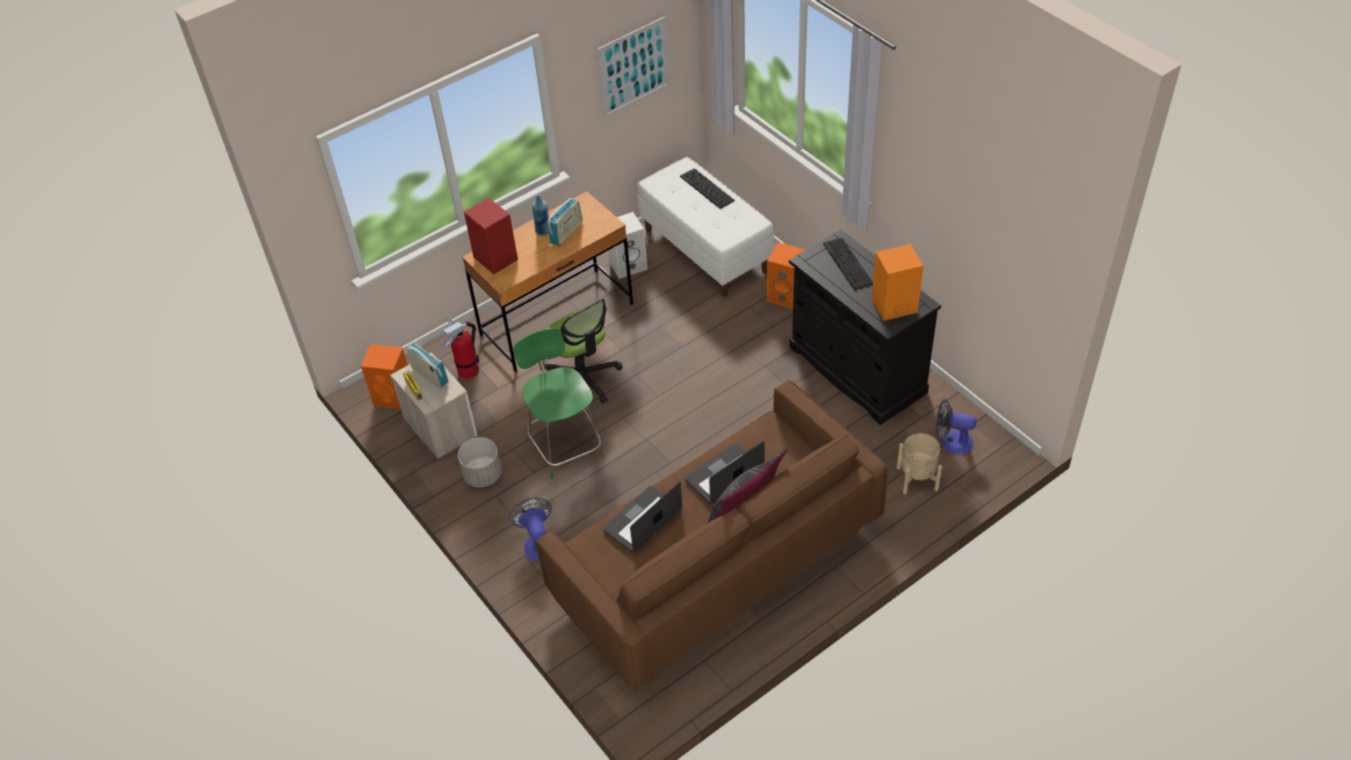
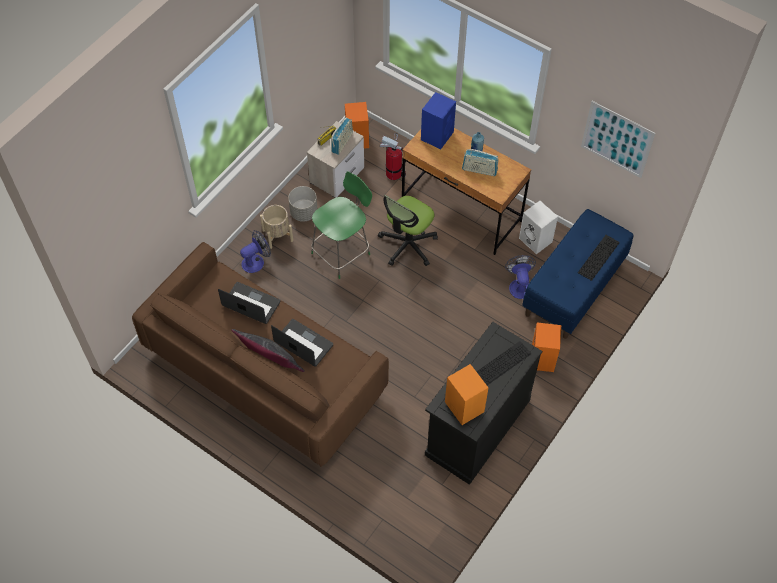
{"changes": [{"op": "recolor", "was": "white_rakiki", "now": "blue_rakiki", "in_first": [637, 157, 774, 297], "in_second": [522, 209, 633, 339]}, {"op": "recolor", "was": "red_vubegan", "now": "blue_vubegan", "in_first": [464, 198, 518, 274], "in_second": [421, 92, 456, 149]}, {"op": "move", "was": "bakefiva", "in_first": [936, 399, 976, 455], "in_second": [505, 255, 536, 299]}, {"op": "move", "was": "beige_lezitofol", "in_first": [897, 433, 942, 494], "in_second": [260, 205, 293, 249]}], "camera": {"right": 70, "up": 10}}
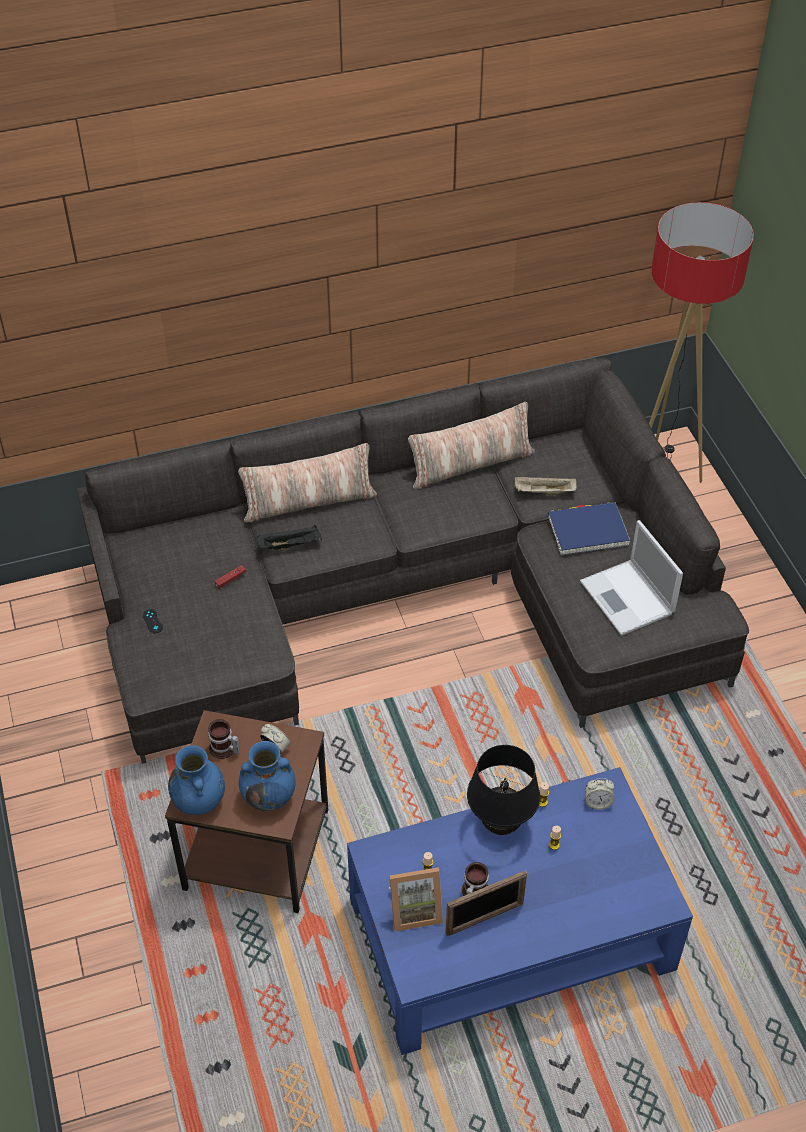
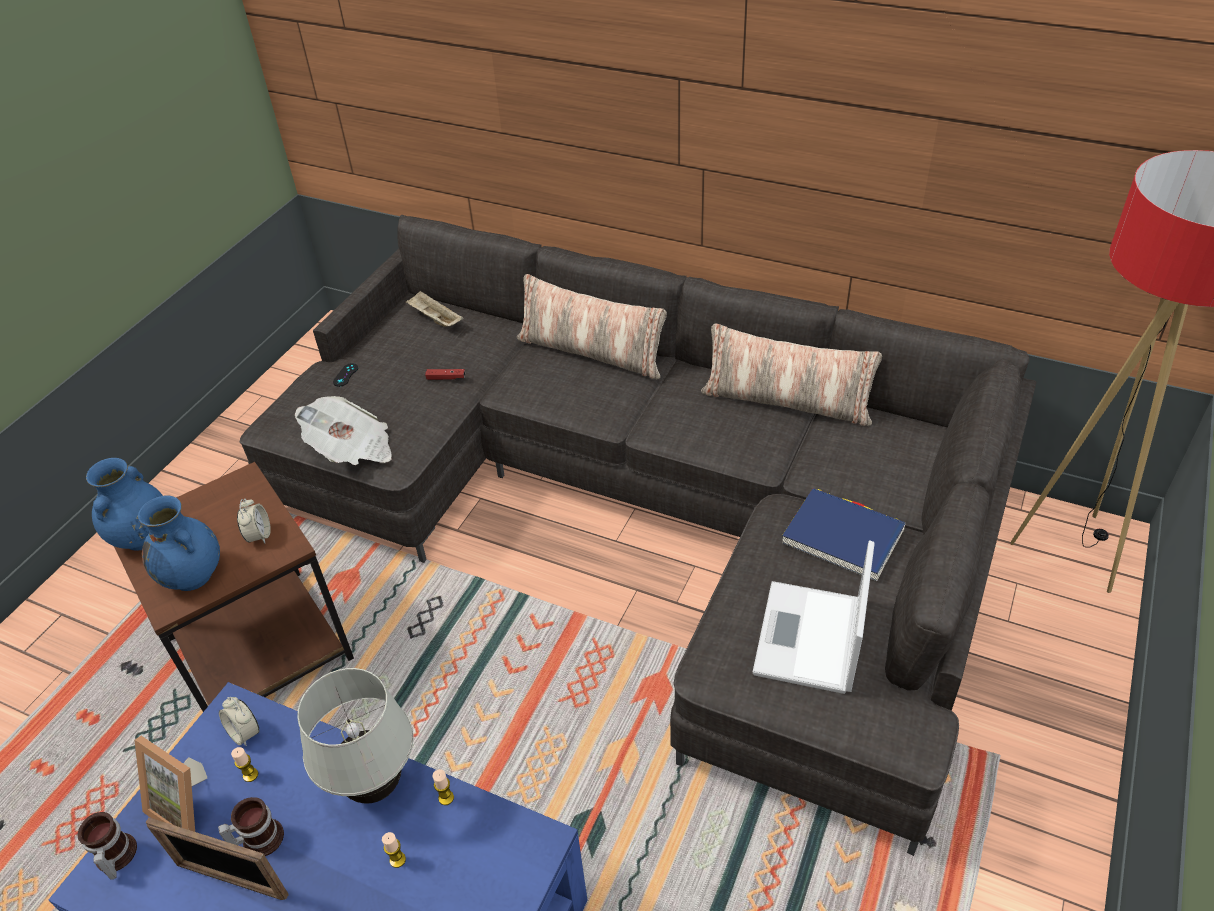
{"changes": [{"op": "move", "was": "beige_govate", "in_first": [515, 477, 577, 495], "in_second": [406, 291, 463, 327]}, {"op": "delete", "was": "black_govate", "in_first": [257, 525, 322, 550]}, {"op": "move", "was": "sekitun", "in_first": [208, 719, 240, 759], "in_second": [77, 812, 137, 880]}, {"op": "recolor", "was": "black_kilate", "now": "white_kilate", "in_first": [467, 745, 540, 835], "in_second": [297, 668, 414, 803]}, {"op": "move", "was": "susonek", "in_first": [585, 778, 615, 810], "in_second": [219, 697, 259, 747]}, {"op": "insert", "now": "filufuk", "in_second": [295, 396, 392, 465]}], "camera": {"right": 45, "up": -5}}
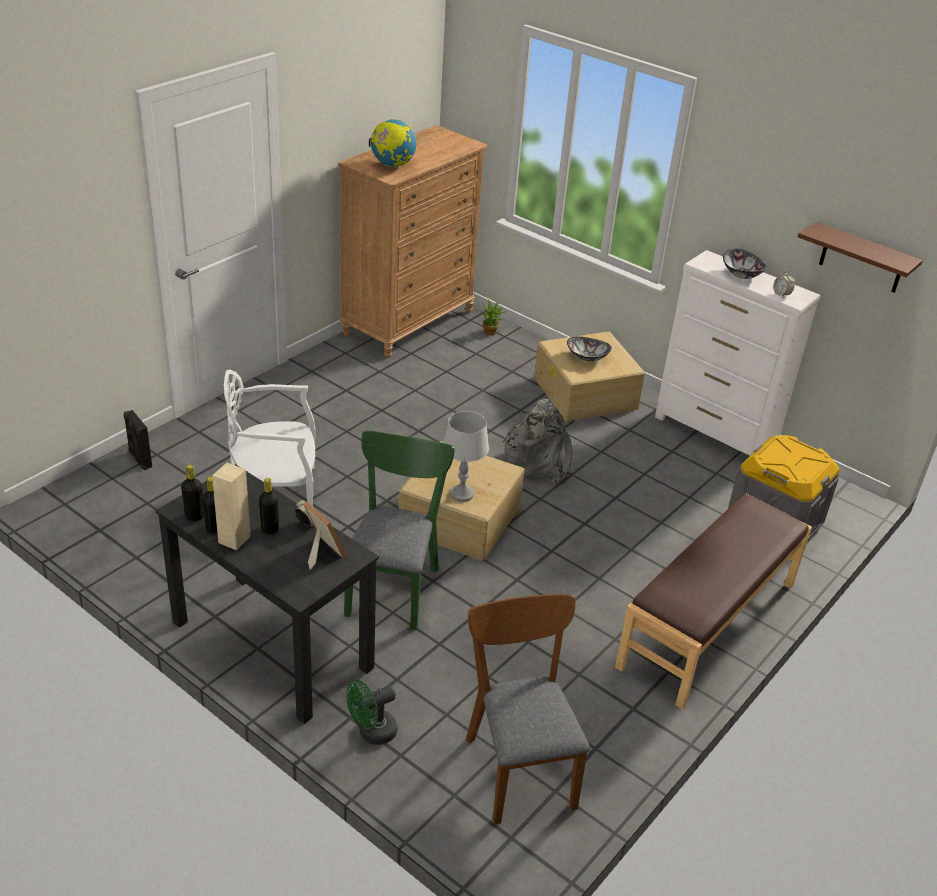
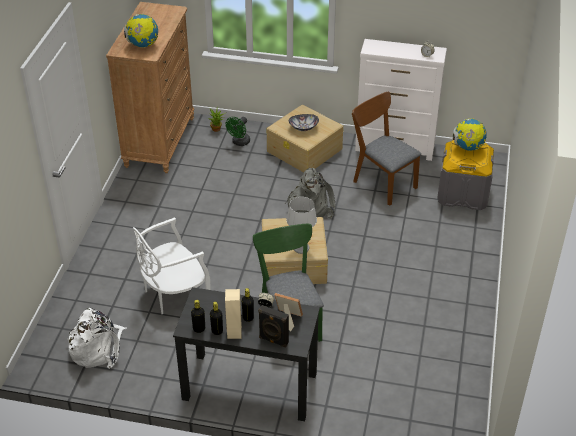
{"changes": [{"op": "delete", "was": "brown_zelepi", "in_first": [798, 221, 923, 293]}, {"op": "delete", "was": "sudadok", "in_first": [723, 248, 767, 279]}, {"op": "move", "was": "black_vubegan", "in_first": [123, 410, 152, 470], "in_second": [258, 305, 289, 347]}, {"op": "delete", "was": "brown_rakiki", "in_first": [615, 494, 812, 709]}, {"op": "move", "was": "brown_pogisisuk", "in_first": [466, 594, 590, 824], "in_second": [352, 91, 421, 206]}, {"op": "move", "was": "green_bakefiva", "in_first": [346, 680, 398, 745], "in_second": [226, 117, 250, 146]}, {"op": "insert", "now": "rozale", "in_second": [453, 118, 487, 151]}, {"op": "insert", "now": "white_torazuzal", "in_second": [67, 308, 126, 369]}], "camera": {"right": -25, "up": 5}}
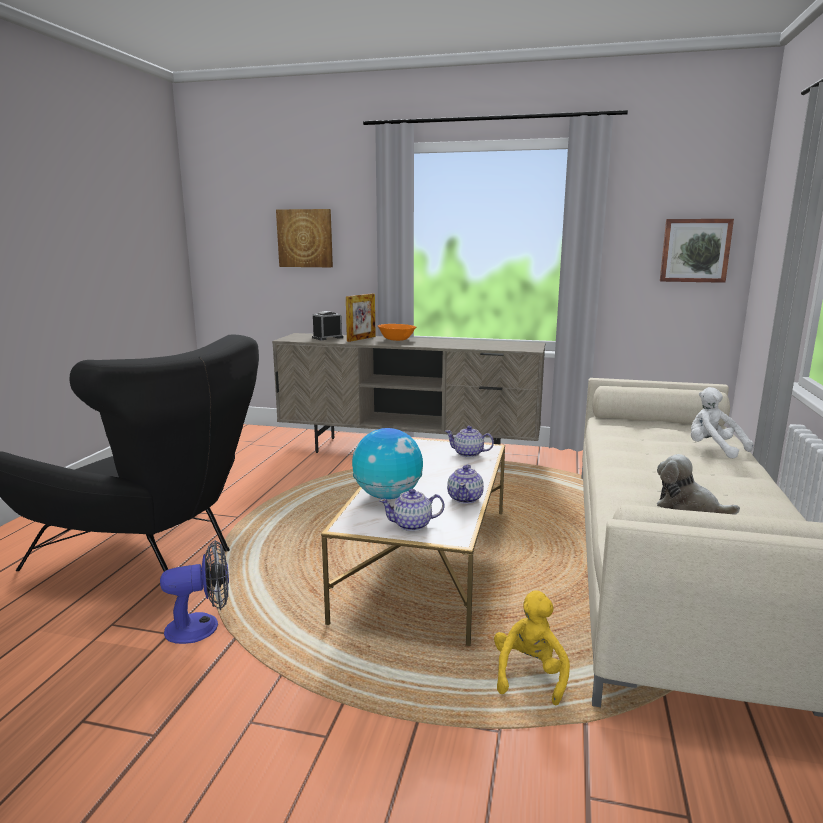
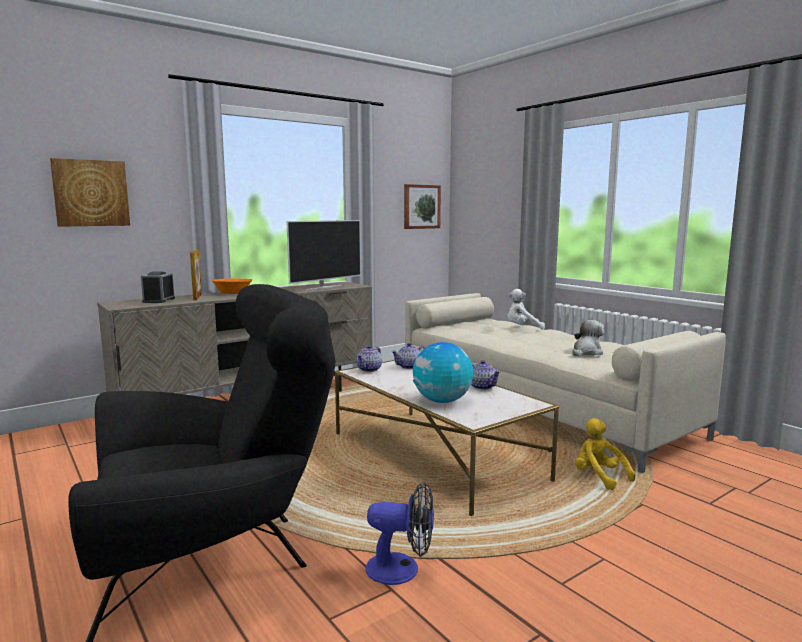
{"changes": [{"op": "rotate", "was": "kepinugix", "in_first": [657, 454, 740, 515], "in_second": [572, 320, 605, 356], "clockwise": 150}, {"op": "move", "was": "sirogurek", "in_first": [380, 489, 445, 531], "in_second": [356, 345, 382, 372]}, {"op": "rotate", "was": "bakefiva", "in_first": [160, 540, 229, 644], "in_second": [365, 482, 434, 585], "clockwise": 75}, {"op": "insert", "now": "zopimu", "in_second": [286, 220, 361, 290]}], "camera": {"right": -50, "up": -5}}
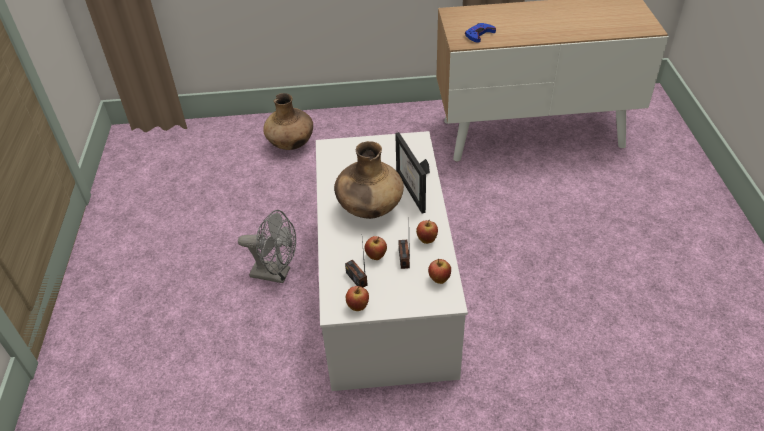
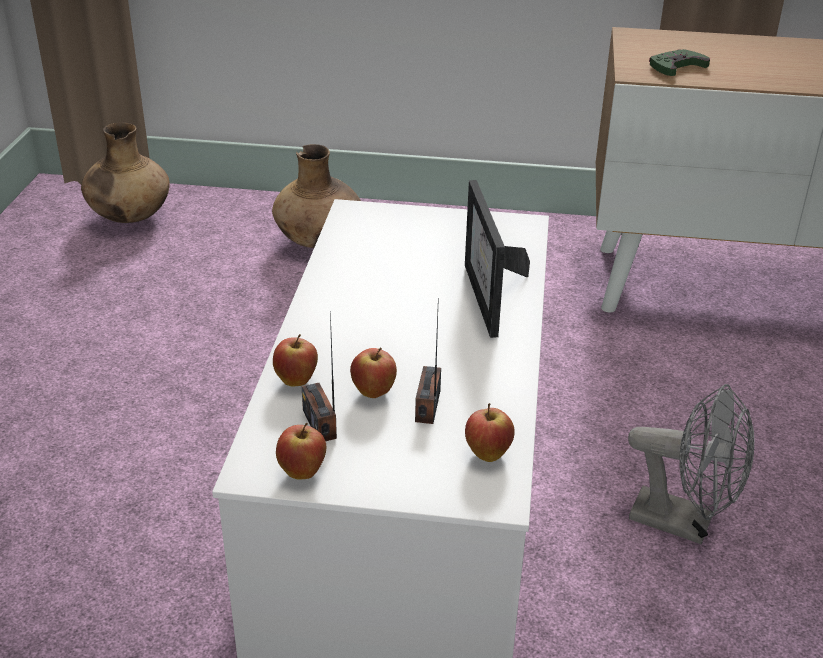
{"changes": [{"op": "recolor", "was": "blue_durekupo", "now": "green_durekupo", "in_first": [465, 23, 496, 43], "in_second": [649, 49, 710, 76]}, {"op": "move", "was": "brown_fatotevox", "in_first": [334, 141, 404, 219], "in_second": [81, 123, 170, 223]}, {"op": "move", "was": "grey_bakefiva", "in_first": [238, 210, 296, 283], "in_second": [628, 384, 754, 544]}, {"op": "move", "was": "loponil", "in_first": [416, 220, 438, 244], "in_second": [273, 334, 318, 386]}], "camera": {"right": 10, "up": -10}}
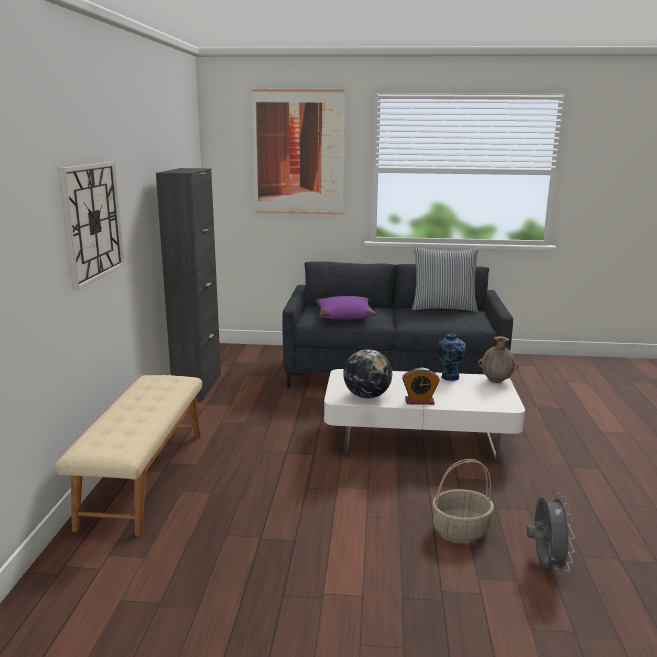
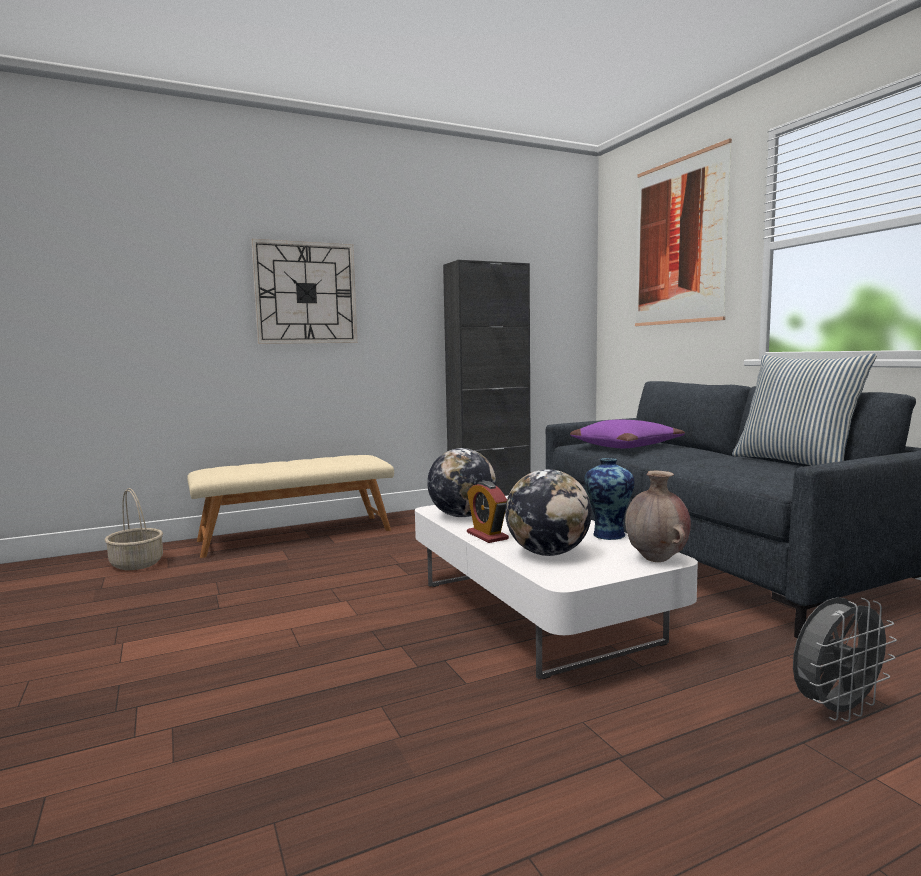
{"changes": [{"op": "move", "was": "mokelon", "in_first": [432, 459, 494, 541], "in_second": [104, 488, 163, 570]}, {"op": "move", "was": "grey_bakefiva", "in_first": [527, 493, 575, 574], "in_second": [793, 597, 897, 722]}, {"op": "insert", "now": "rozale", "in_second": [505, 469, 592, 556]}], "camera": {"right": 60, "up": -10}}
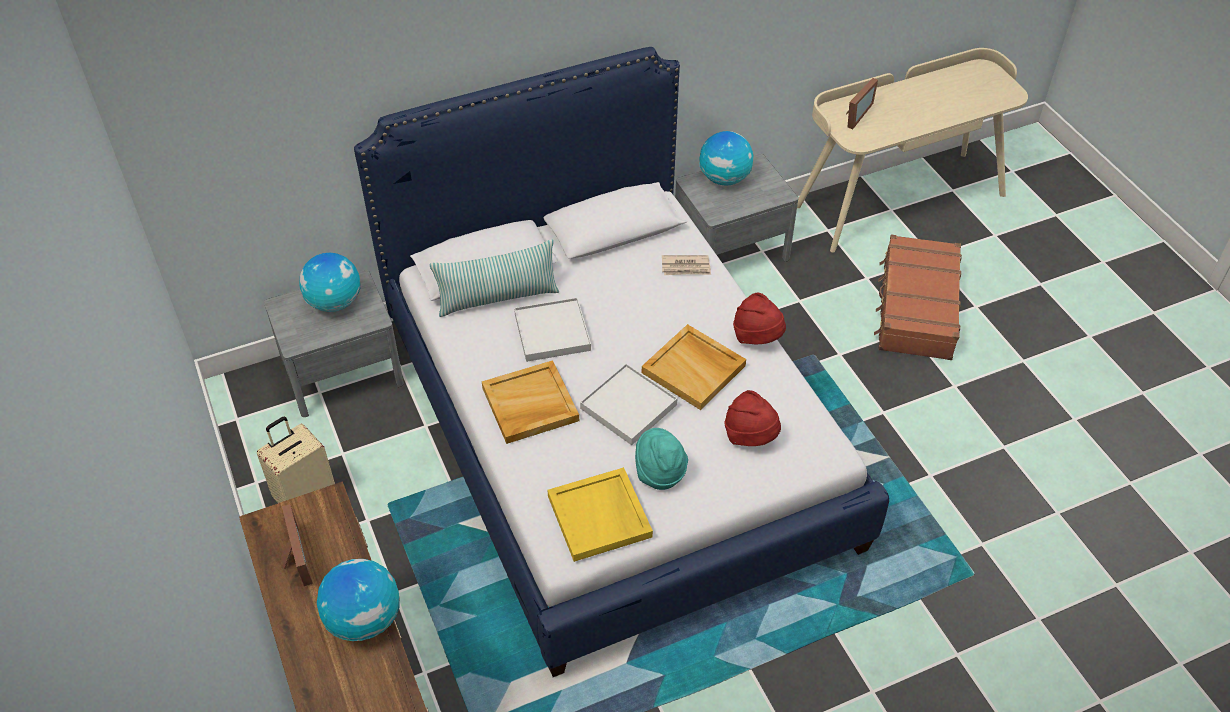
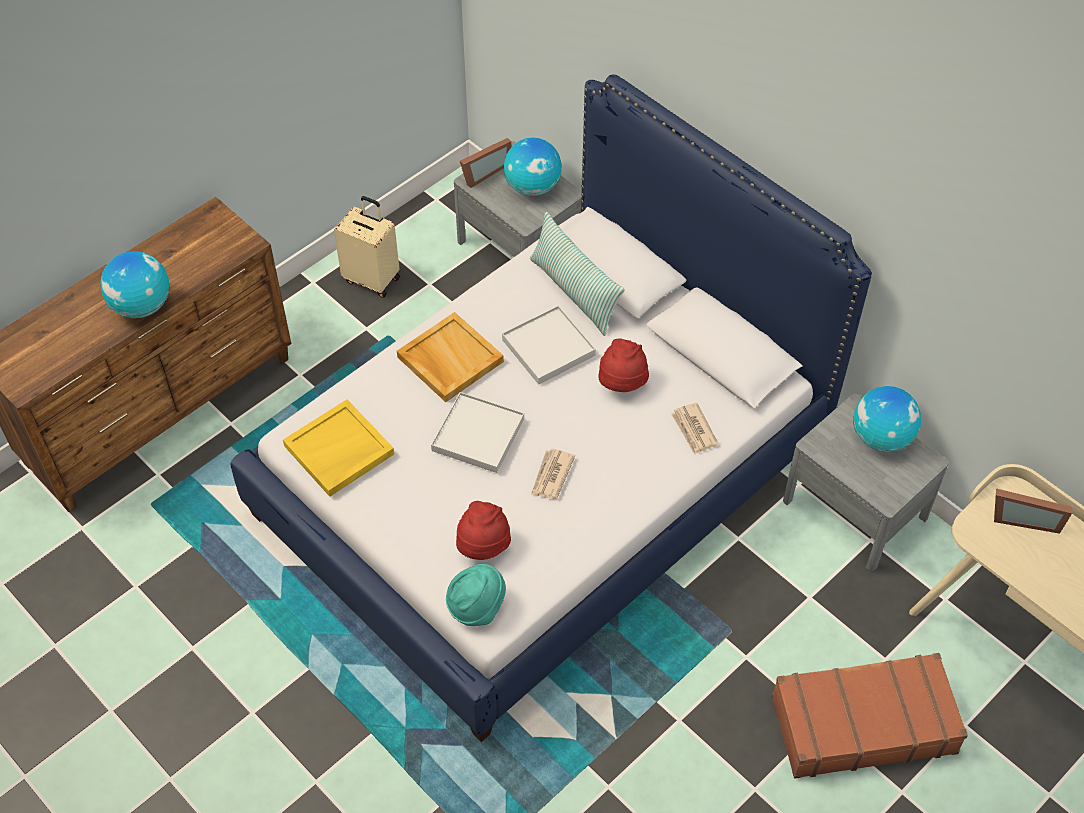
{"changes": [{"op": "move", "was": "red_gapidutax", "in_first": [733, 293, 786, 344], "in_second": [598, 338, 649, 392]}, {"op": "replace", "was": "beige_govate", "now": "filufuk", "in_first": [642, 324, 746, 410], "in_second": [531, 449, 575, 499]}, {"op": "move", "was": "turquoise_gapidutax", "in_first": [635, 428, 688, 490], "in_second": [446, 564, 506, 626]}, {"op": "move", "was": "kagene", "in_first": [281, 504, 313, 586], "in_second": [460, 138, 511, 188]}], "camera": {"right": 70, "up": 5}}
